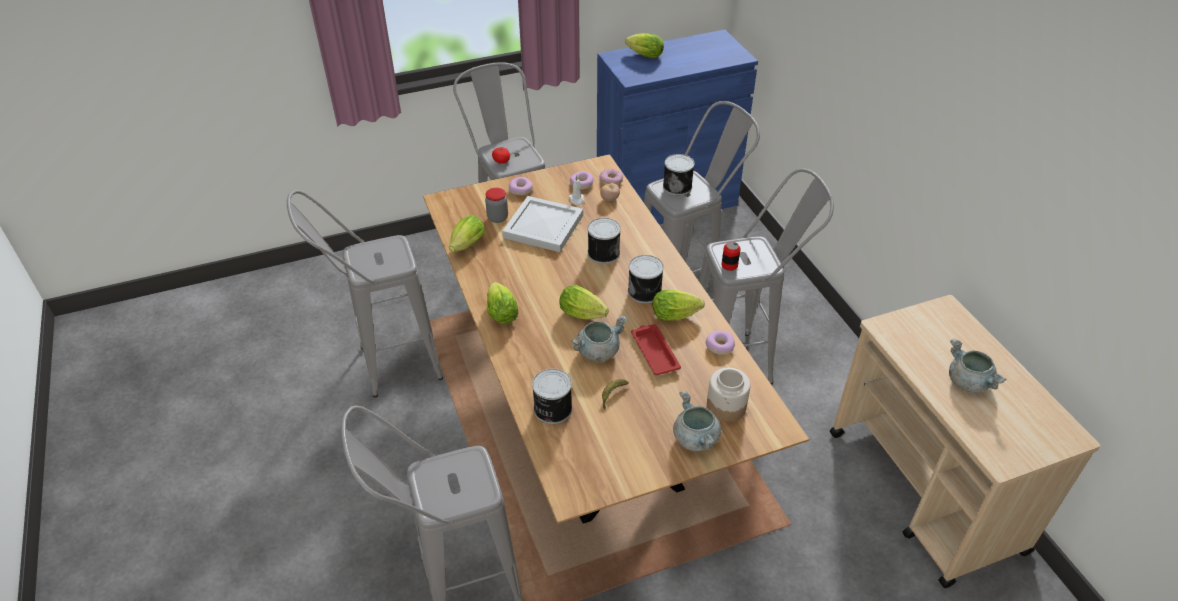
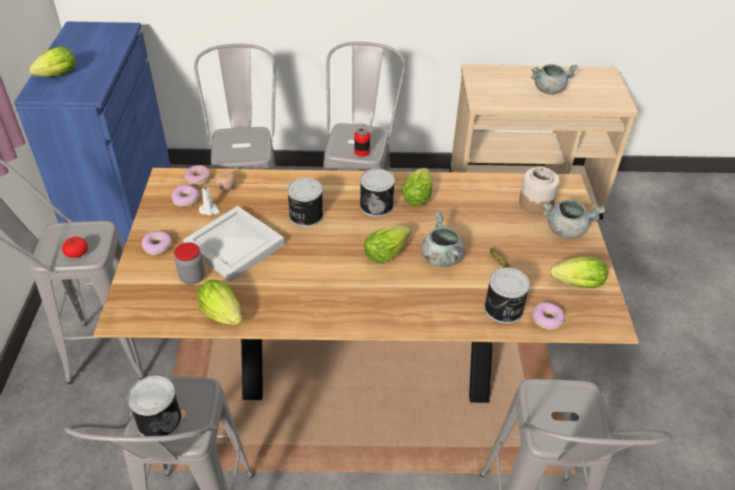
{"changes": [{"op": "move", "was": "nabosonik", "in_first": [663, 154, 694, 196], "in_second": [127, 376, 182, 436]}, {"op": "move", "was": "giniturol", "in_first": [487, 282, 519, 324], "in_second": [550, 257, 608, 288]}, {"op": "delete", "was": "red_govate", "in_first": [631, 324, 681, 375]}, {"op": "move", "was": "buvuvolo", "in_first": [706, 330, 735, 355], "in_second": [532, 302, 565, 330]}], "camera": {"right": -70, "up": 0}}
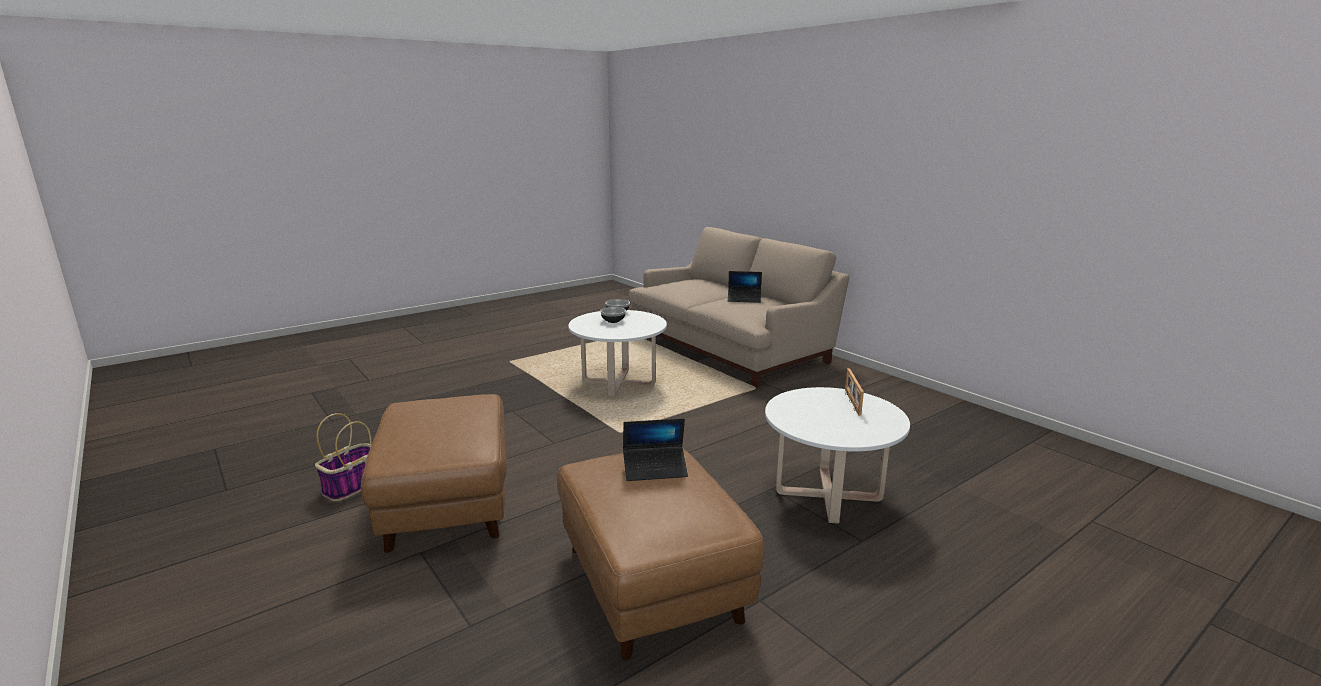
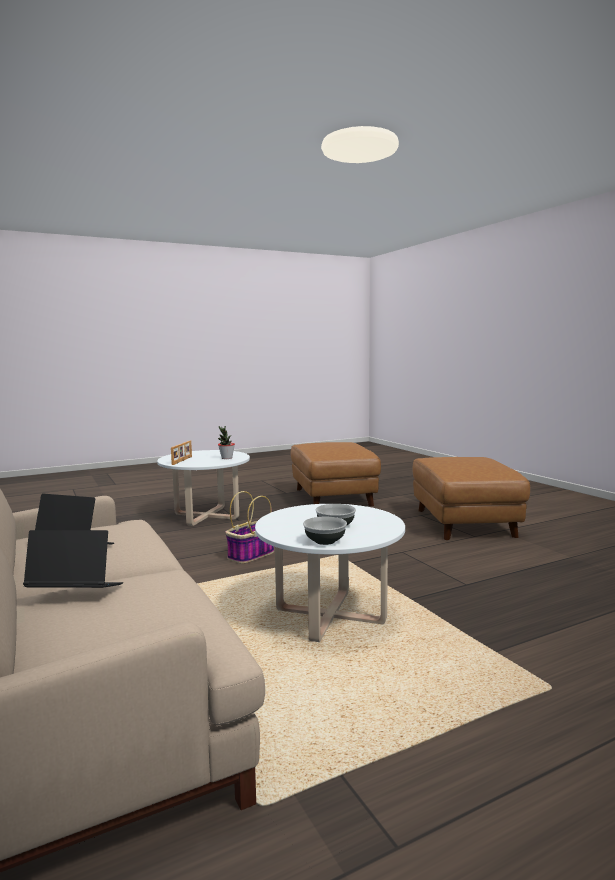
{"changes": [{"op": "move", "was": "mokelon", "in_first": [315, 413, 371, 501], "in_second": [225, 491, 274, 564]}, {"op": "move", "was": "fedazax", "in_first": [623, 418, 688, 481], "in_second": [23, 530, 123, 588]}, {"op": "insert", "now": "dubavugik", "in_second": [218, 426, 235, 459]}], "camera": {"right": -170, "up": -10}}
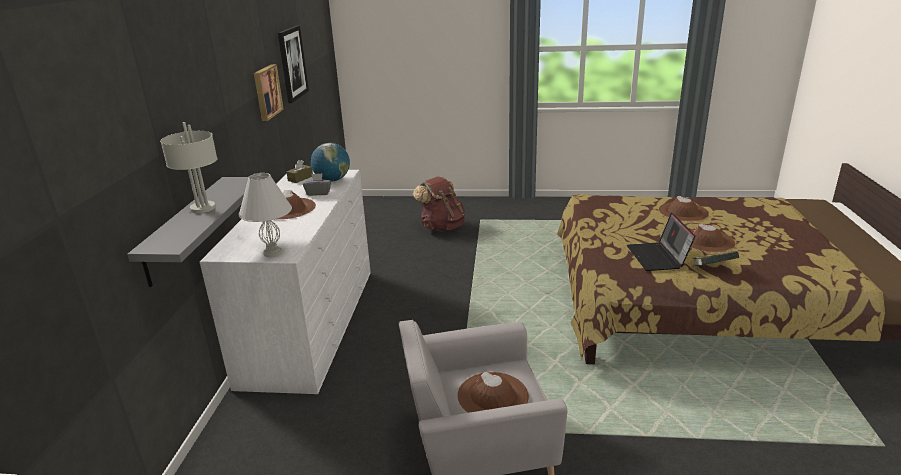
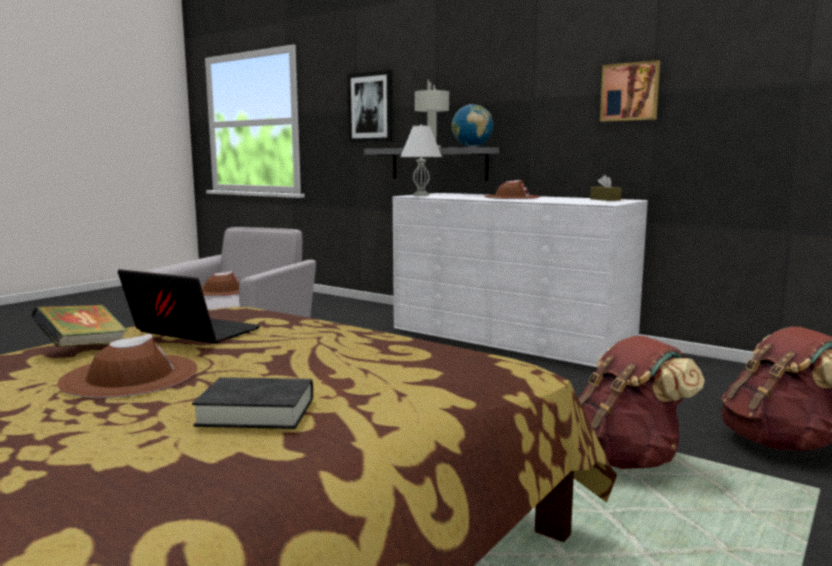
{"changes": [{"op": "move", "was": "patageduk", "in_first": [278, 26, 309, 103], "in_second": [347, 70, 393, 142]}, {"op": "move", "was": "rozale", "in_first": [311, 143, 350, 182], "in_second": [452, 104, 493, 147]}, {"op": "delete", "was": "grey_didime", "in_first": [303, 173, 331, 196]}, {"op": "replace", "was": "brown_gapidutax", "now": "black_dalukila", "in_first": [659, 196, 709, 221], "in_second": [192, 377, 313, 429]}, {"op": "insert", "now": "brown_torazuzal", "in_second": [578, 336, 705, 469]}], "camera": {"right": 120, "up": -15}}
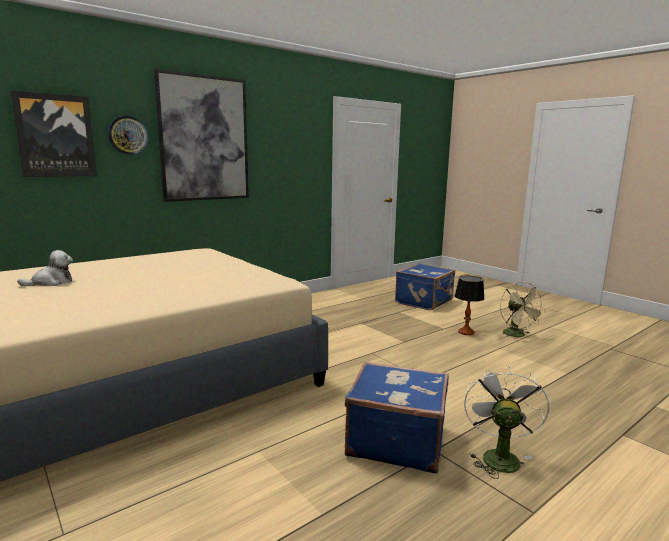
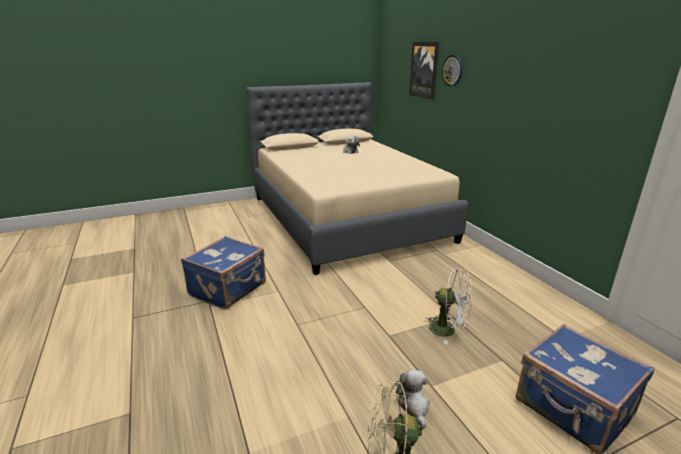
{"changes": [{"op": "delete", "was": "patageduk", "in_first": [154, 69, 249, 202]}, {"op": "replace", "was": "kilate", "now": "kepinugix", "in_first": [454, 276, 485, 335], "in_second": [396, 370, 430, 428]}, {"op": "move", "was": "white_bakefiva", "in_first": [464, 365, 549, 479], "in_second": [424, 268, 472, 344]}], "camera": {"right": 105, "up": 10}}
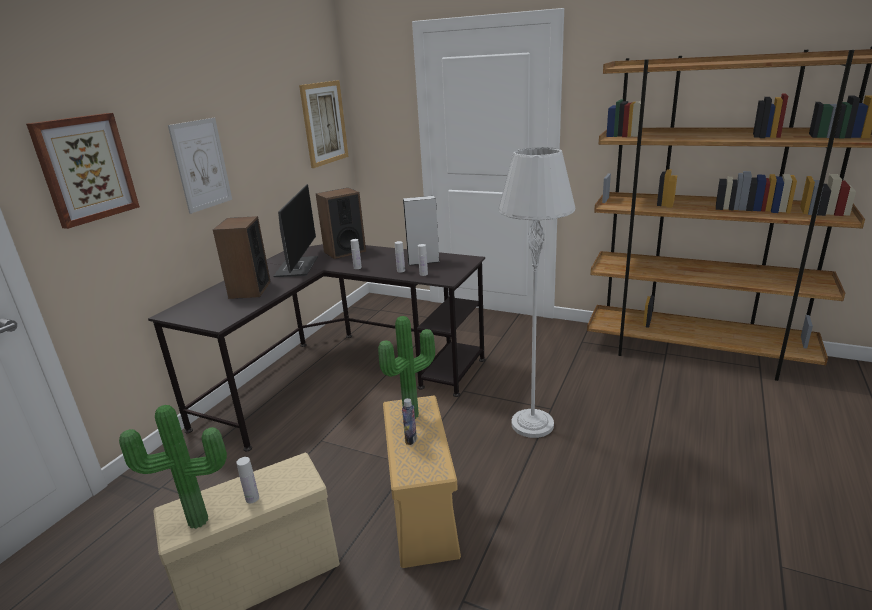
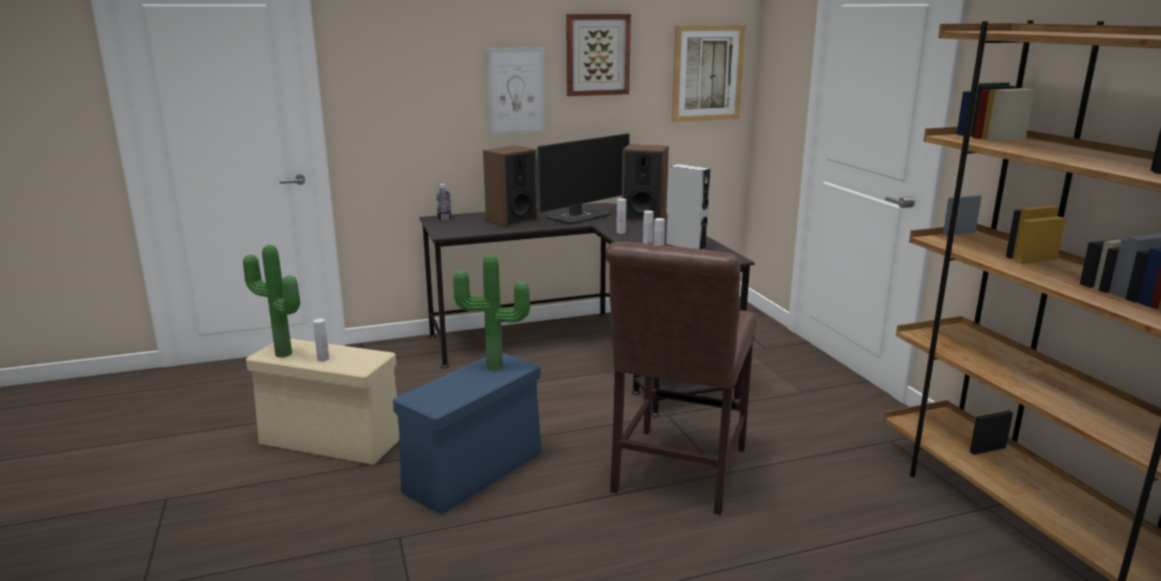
{"changes": [{"op": "move", "was": "patageduk", "in_first": [26, 113, 140, 229], "in_second": [566, 14, 631, 96]}, {"op": "replace", "was": "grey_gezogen", "now": "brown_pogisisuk", "in_first": [498, 147, 575, 438], "in_second": [605, 242, 757, 515]}, {"op": "recolor", "was": "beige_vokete", "now": "blue_vokete", "in_first": [383, 396, 461, 568], "in_second": [393, 352, 542, 515]}, {"op": "move", "was": "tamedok", "in_first": [402, 398, 417, 445], "in_second": [436, 184, 452, 220]}], "camera": {"right": 45, "up": -5}}
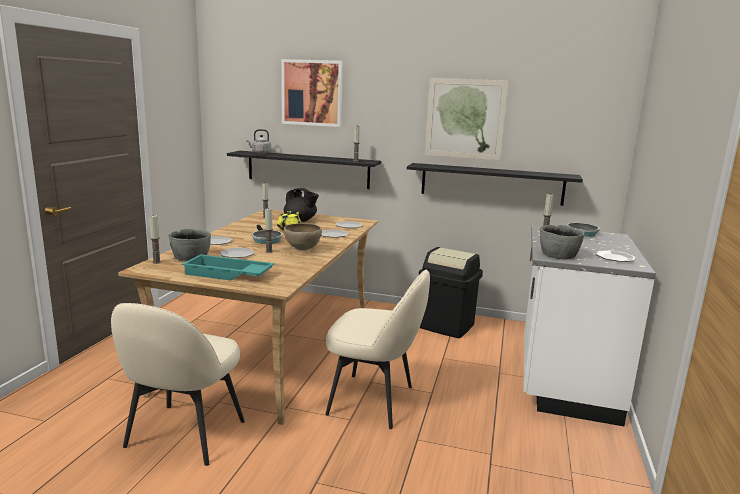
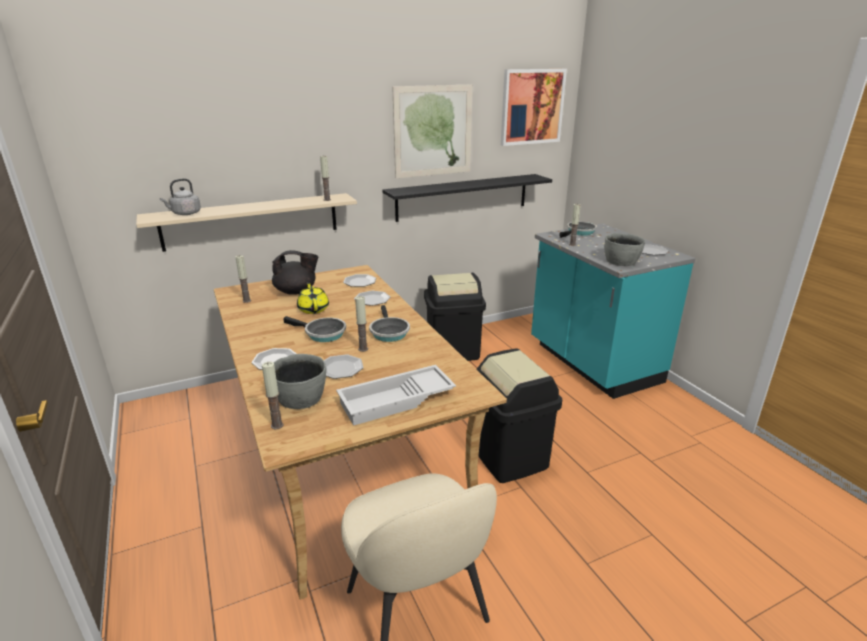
{"changes": [{"op": "move", "was": "patageduk", "in_first": [281, 59, 343, 127], "in_second": [501, 69, 567, 146]}, {"op": "recolor", "was": "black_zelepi", "now": "beige_zelepi", "in_first": [227, 151, 381, 189], "in_second": [136, 193, 357, 252]}, {"op": "replace", "was": "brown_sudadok", "now": "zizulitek", "in_first": [284, 223, 322, 250], "in_second": [369, 305, 410, 342]}, {"op": "recolor", "was": "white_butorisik", "now": "turquoise_butorisik", "in_first": [523, 225, 656, 426], "in_second": [531, 224, 696, 399]}, {"op": "recolor", "was": "turquoise_govate", "now": "white_govate", "in_first": [182, 254, 274, 280], "in_second": [336, 365, 456, 426]}, {"op": "replace", "was": "beige_pogisisuk", "now": "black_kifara", "in_first": [325, 270, 430, 429], "in_second": [477, 348, 562, 483]}], "camera": {"right": -40, "up": 10}}
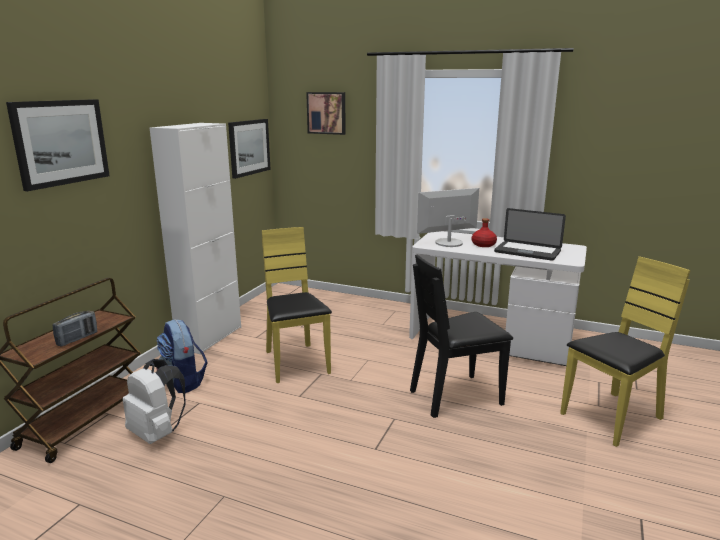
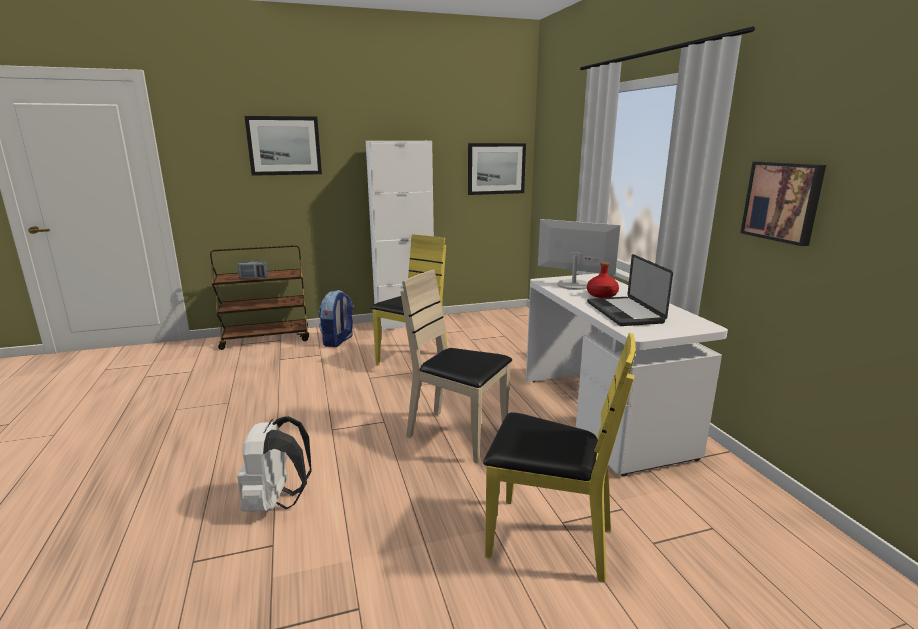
{"changes": [{"op": "move", "was": "patageduk", "in_first": [306, 92, 346, 135], "in_second": [740, 162, 826, 246]}, {"op": "recolor", "was": "black_pogisisuk", "now": "beige_pogisisuk", "in_first": [410, 254, 513, 418], "in_second": [400, 270, 512, 463]}, {"op": "move", "was": "white_torazuzal", "in_first": [123, 359, 186, 444], "in_second": [237, 416, 312, 511]}], "camera": {"right": 50, "up": 0}}
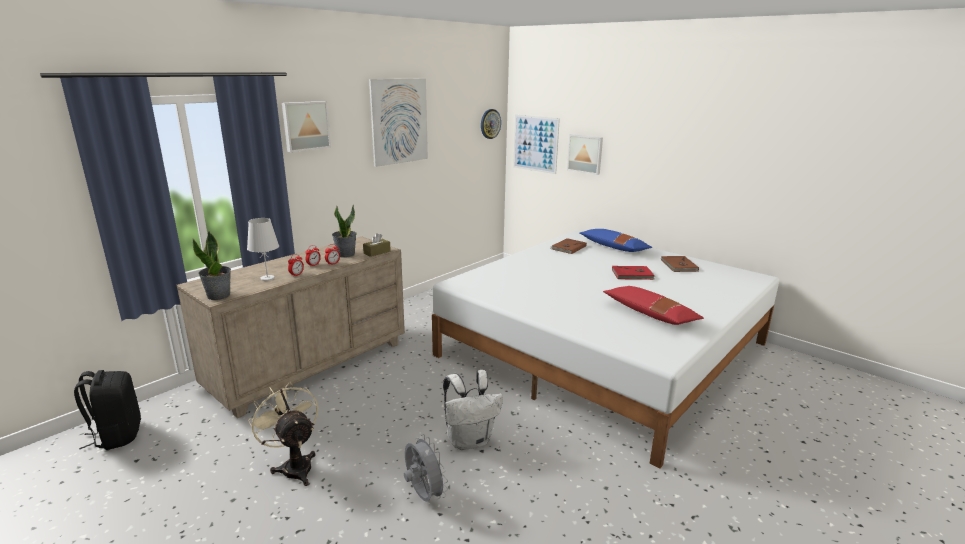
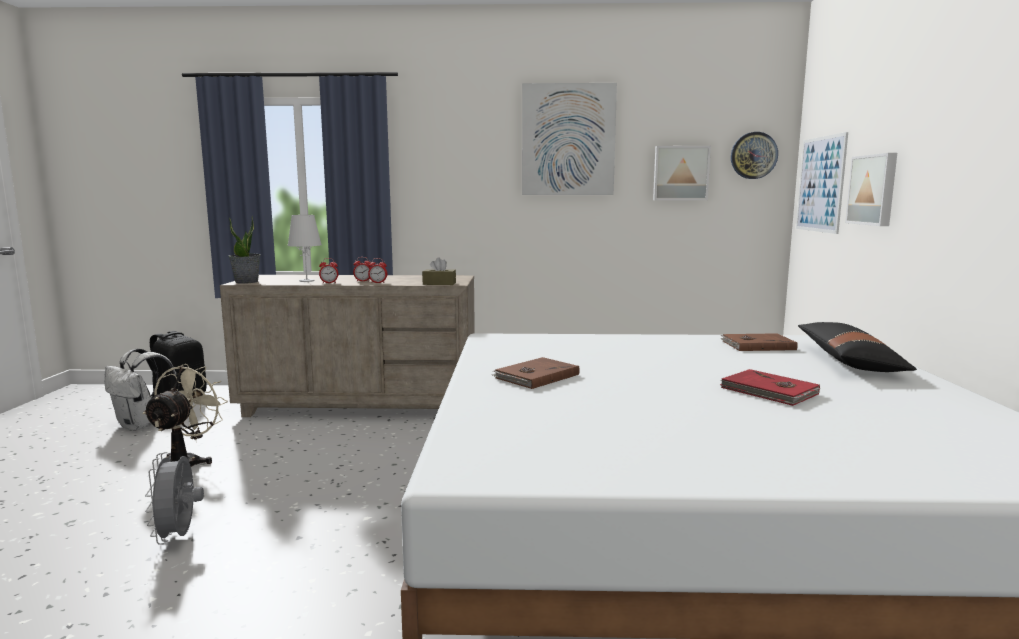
{"changes": [{"op": "move", "was": "patageduk", "in_first": [282, 101, 331, 152], "in_second": [653, 146, 711, 200]}, {"op": "delete", "was": "dubavugik", "in_first": [332, 205, 357, 258]}, {"op": "recolor", "was": "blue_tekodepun", "now": "black_tekodepun", "in_first": [580, 229, 652, 252], "in_second": [798, 322, 917, 372]}, {"op": "move", "was": "brown_dalukila", "in_first": [661, 256, 699, 272], "in_second": [492, 357, 580, 389]}, {"op": "delete", "was": "red_tekodepun", "in_first": [603, 286, 704, 325]}, {"op": "move", "was": "white_torazuzal", "in_first": [443, 370, 503, 450], "in_second": [104, 349, 179, 431]}, {"op": "rotate", "was": "grey_bakefiva", "in_first": [404, 434, 448, 502], "in_second": [145, 452, 204, 545], "clockwise": 150}], "camera": {"right": 50, "up": -10}}
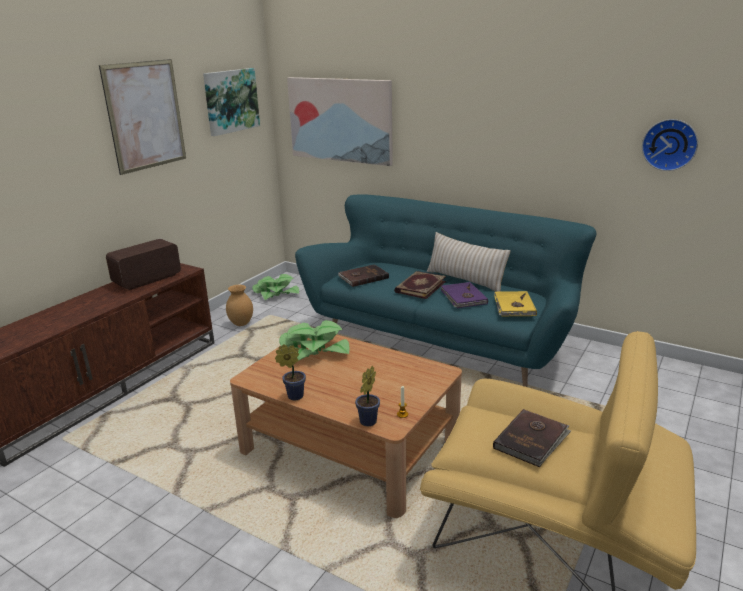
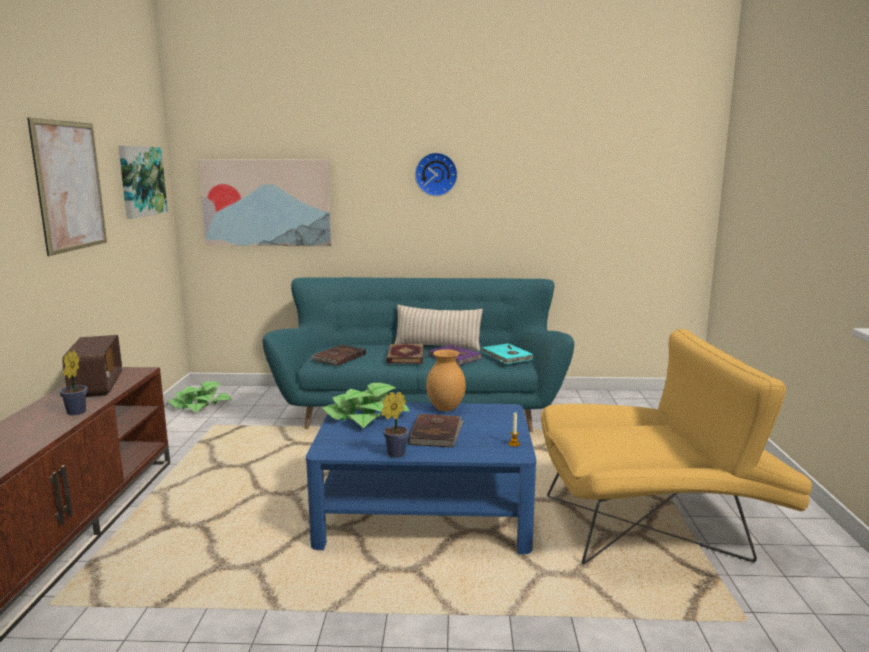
{"changes": [{"op": "move", "was": "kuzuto", "in_first": [642, 119, 698, 171], "in_second": [415, 152, 458, 196]}, {"op": "rotate", "was": "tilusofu", "in_first": [106, 239, 181, 290], "in_second": [62, 335, 122, 397], "clockwise": 150}, {"op": "move", "was": "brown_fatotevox", "in_first": [226, 285, 253, 326], "in_second": [426, 349, 466, 411]}, {"op": "recolor", "was": "yellow_dalukila", "now": "turquoise_dalukila", "in_first": [494, 291, 537, 316], "in_second": [482, 343, 534, 364]}, {"op": "recolor", "was": "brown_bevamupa", "now": "blue_bevamupa", "in_first": [230, 334, 462, 518], "in_second": [306, 403, 536, 554]}, {"op": "move", "was": "dubavugik", "in_first": [355, 366, 380, 426], "in_second": [59, 350, 87, 415]}, {"op": "move", "was": "brown_dalukila", "in_first": [493, 409, 571, 467], "in_second": [408, 414, 464, 448]}], "camera": {"right": -30, "up": -10}}
